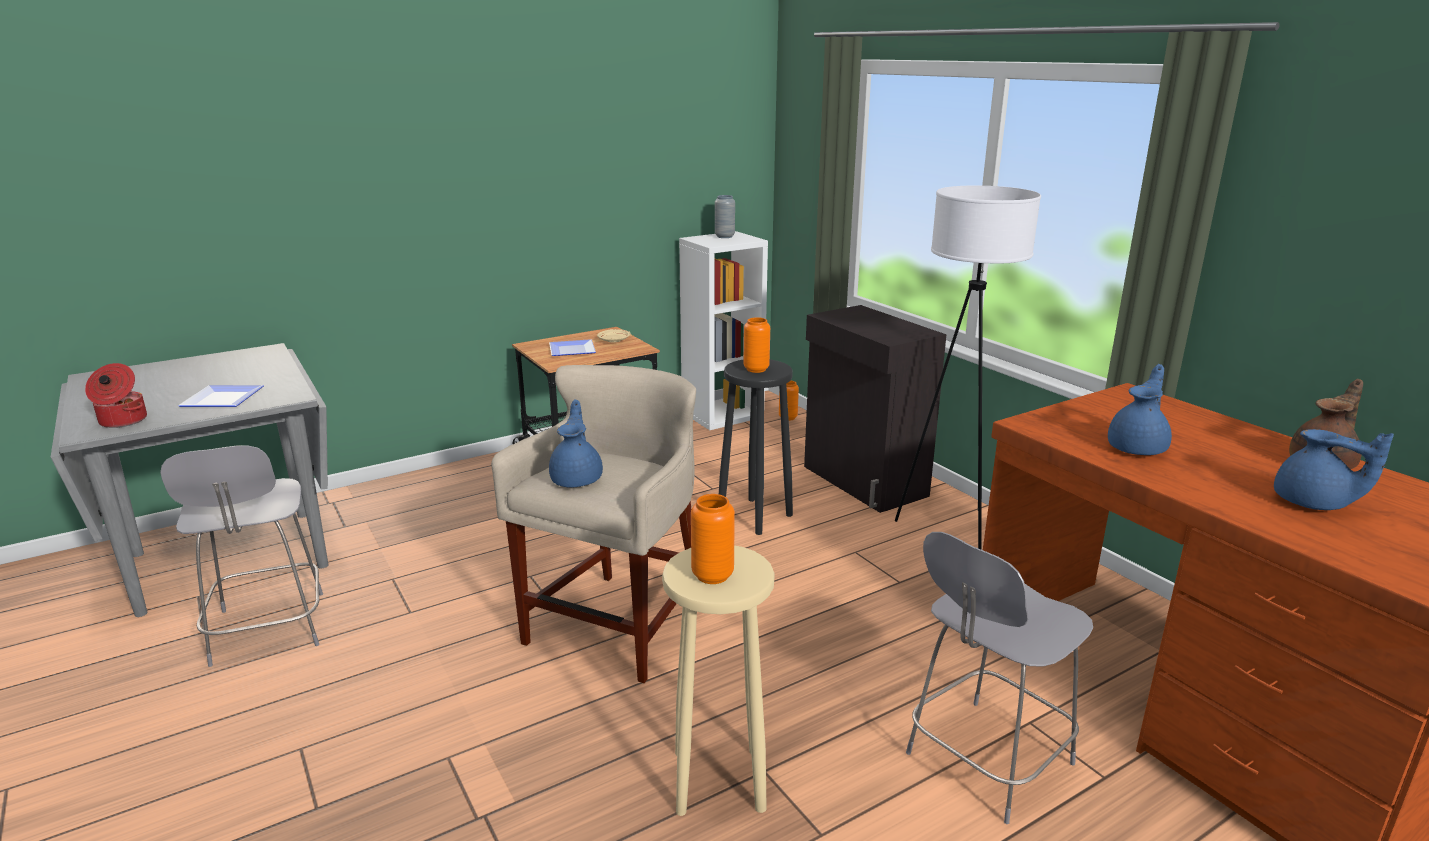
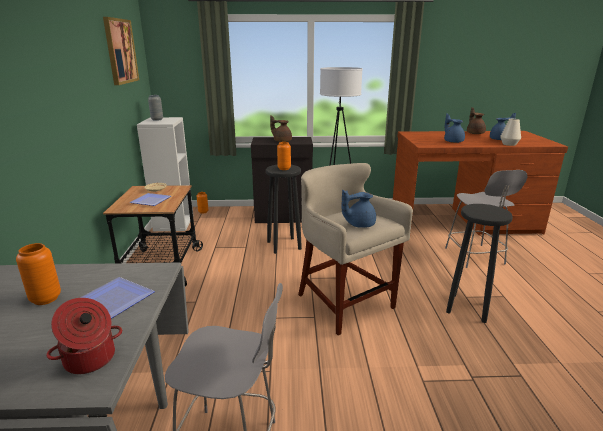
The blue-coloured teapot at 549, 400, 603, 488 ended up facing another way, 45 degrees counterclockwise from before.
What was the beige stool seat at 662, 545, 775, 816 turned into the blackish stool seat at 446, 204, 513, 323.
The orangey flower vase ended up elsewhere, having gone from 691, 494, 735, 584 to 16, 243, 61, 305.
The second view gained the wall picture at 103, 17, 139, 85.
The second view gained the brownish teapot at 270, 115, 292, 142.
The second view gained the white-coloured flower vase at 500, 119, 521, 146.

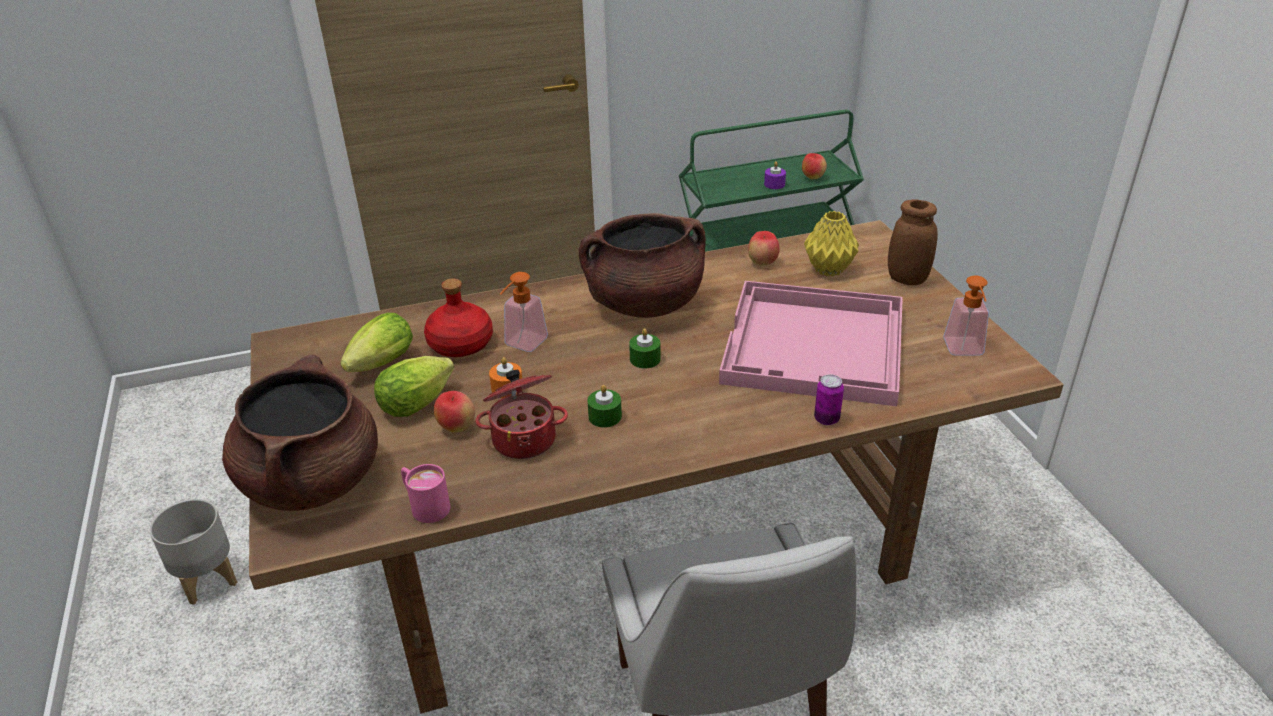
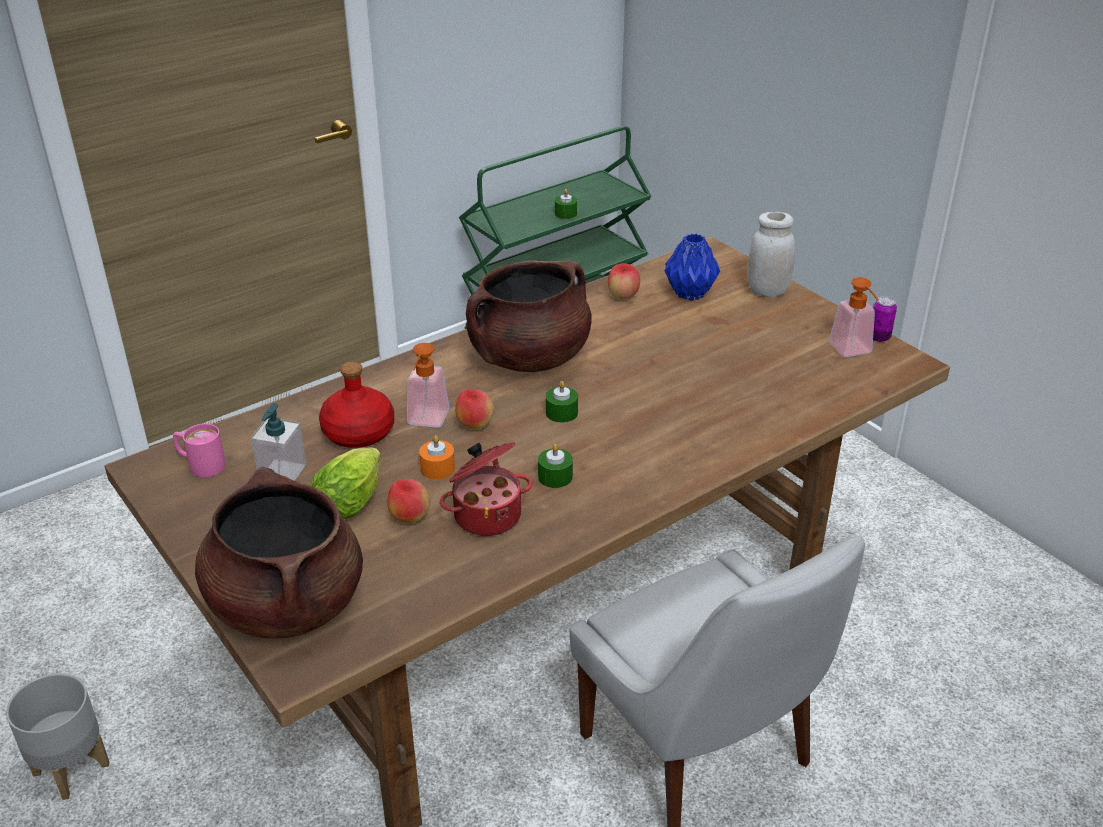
Where the lettuce stood at 340, 313, 413, 372, the liquid soap bottle came to stand at 251, 403, 306, 481.
The pink-coloured coffee mug ended up elsewhere, having gone from 401, 464, 450, 523 to 173, 423, 226, 477.
The second view lost the pink-coloured carrying tray at 719, 281, 903, 406.
What was the purple-coloured wax candle at 764, 161, 786, 189 turned into the greenish wax candle at 555, 189, 577, 219.
The whole apple ended up elsewhere, having gone from 802, 153, 827, 179 to 455, 389, 494, 430.
What was the yellow flower vase at 804, 211, 859, 276 turned into the blue-coloured flower vase at 665, 234, 720, 301.
The metal can ended up elsewhere, having gone from 814, 374, 844, 425 to 873, 296, 897, 342.
What was the brownish storage jar at 888, 199, 938, 285 turned into the white-coloured storage jar at 747, 212, 795, 297.

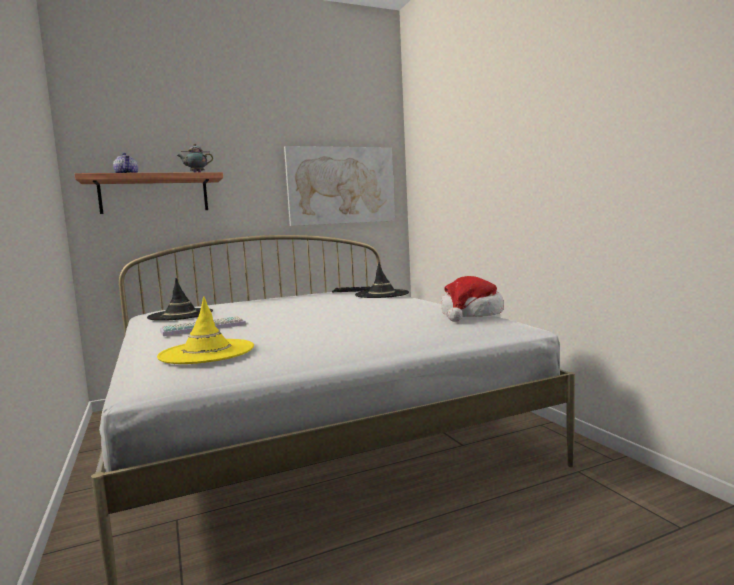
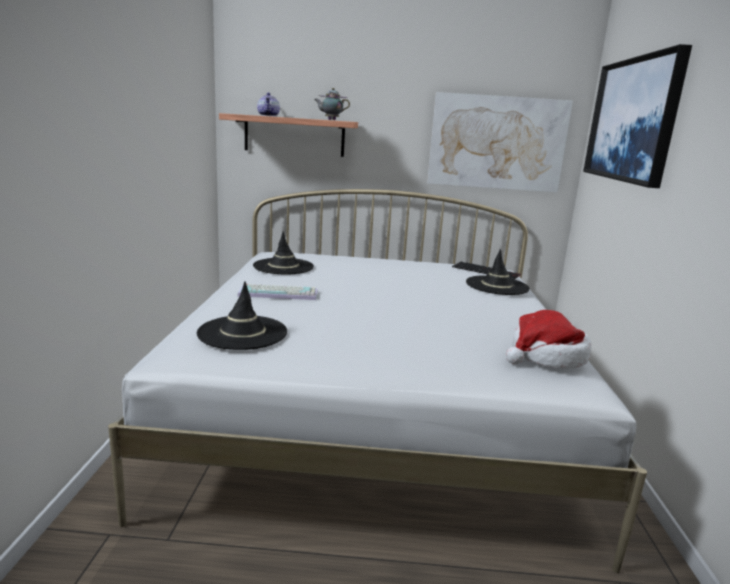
What was the yellow clothing hat at 157, 296, 254, 364 turned into the blackish clothing hat at 197, 281, 287, 350.
The second view gained the wall picture at 583, 44, 692, 188.

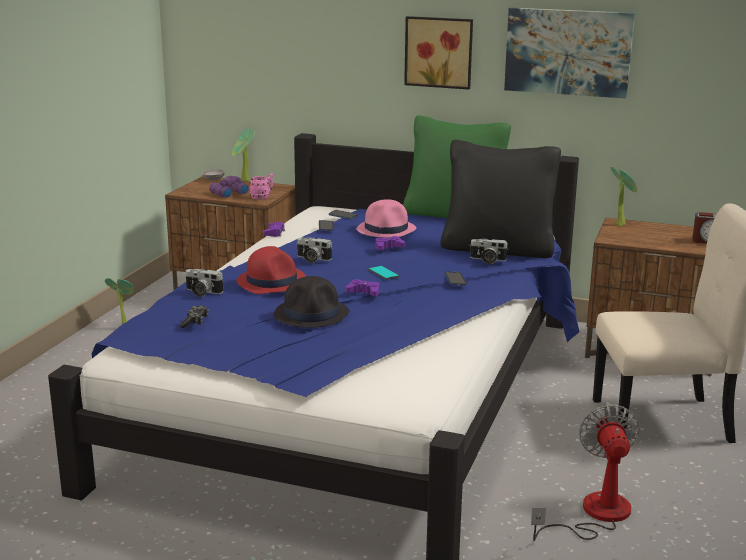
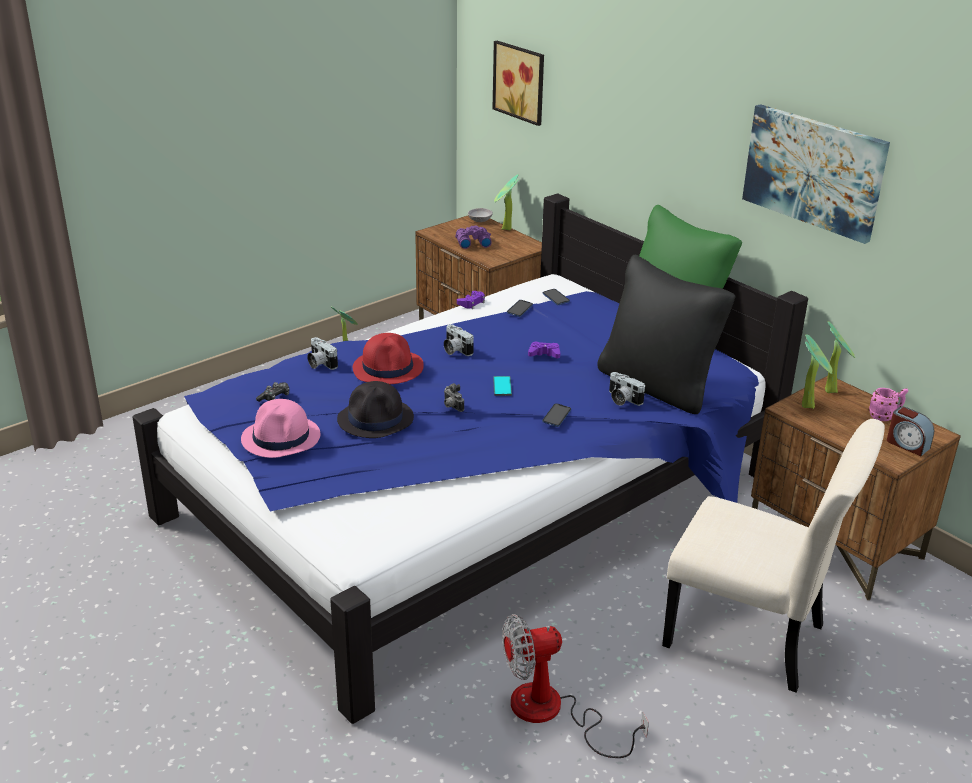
The pink-coloured coffee mug ended up elsewhere, having gone from 249, 173, 273, 200 to 869, 388, 908, 421.
Where the purple-coloured joypad stood at 346, 279, 380, 296, the still camera came to stand at 444, 383, 464, 412.
The pink-coloured clothing hat ended up elsewhere, having gone from 356, 199, 416, 238 to 241, 399, 320, 458.
The wall picture ended up elsewhere, having gone from 404, 16, 473, 90 to 493, 41, 544, 126.
The cooling fan at 531, 404, 639, 541 ended up facing another way, 135 degrees counterclockwise from before.
The second view gained the houseplant at 802, 334, 833, 409.

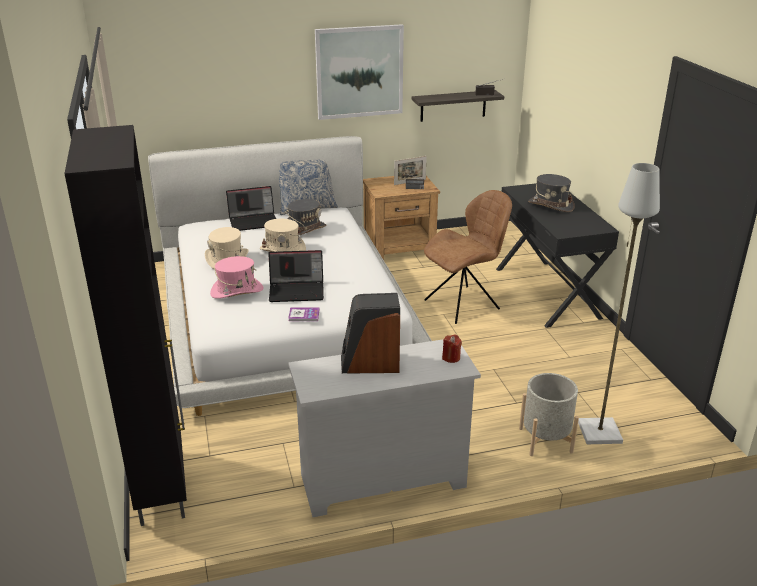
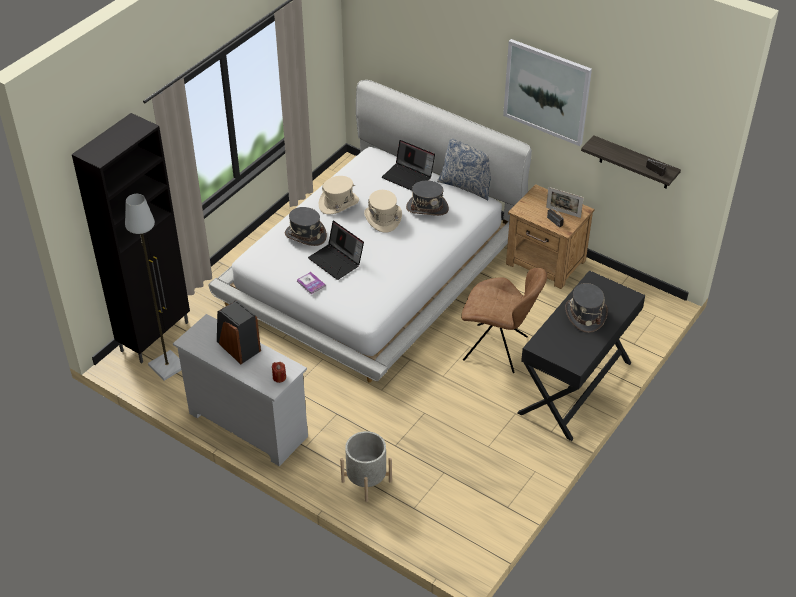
What was the pink-coloured clothing hat at 210, 256, 263, 299 turned into the greyish clothing hat at 285, 207, 327, 246.
The greyish standard lamp ended up elsewhere, having gone from 578, 163, 660, 444 to 125, 194, 181, 381.

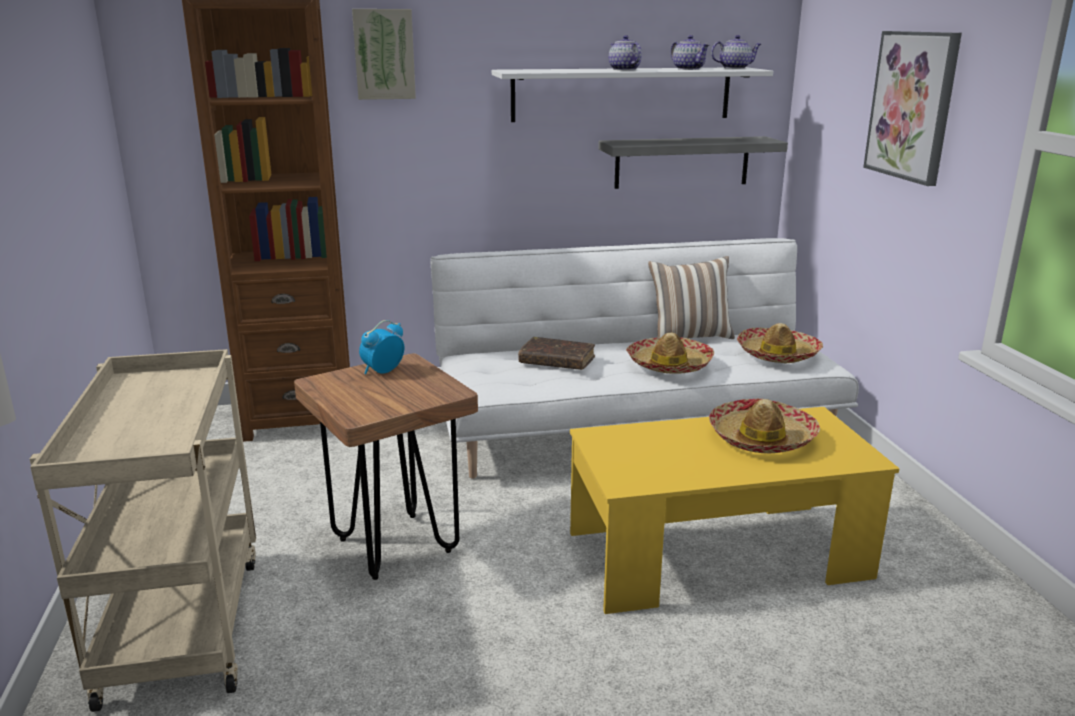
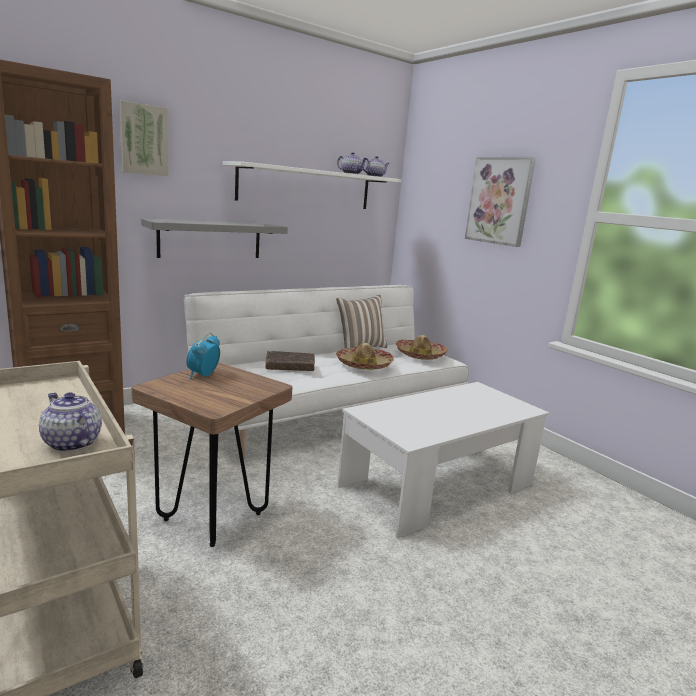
What was the yellow lounge table at 570, 407, 899, 614 turned into the white-coloured lounge table at 337, 382, 549, 538.
The greyish shelf ended up elsewhere, having gone from 598, 136, 788, 189 to 141, 218, 288, 258.
The teapot ended up elsewhere, having gone from 609, 35, 642, 70 to 39, 392, 102, 452.
The second view lost the clothing hat at 709, 398, 820, 453.

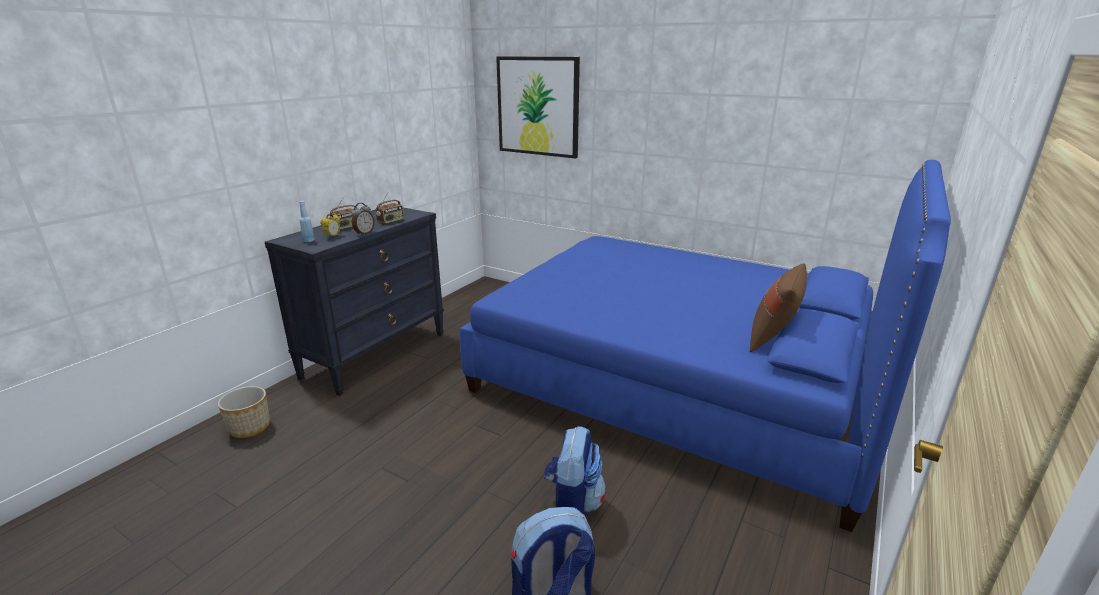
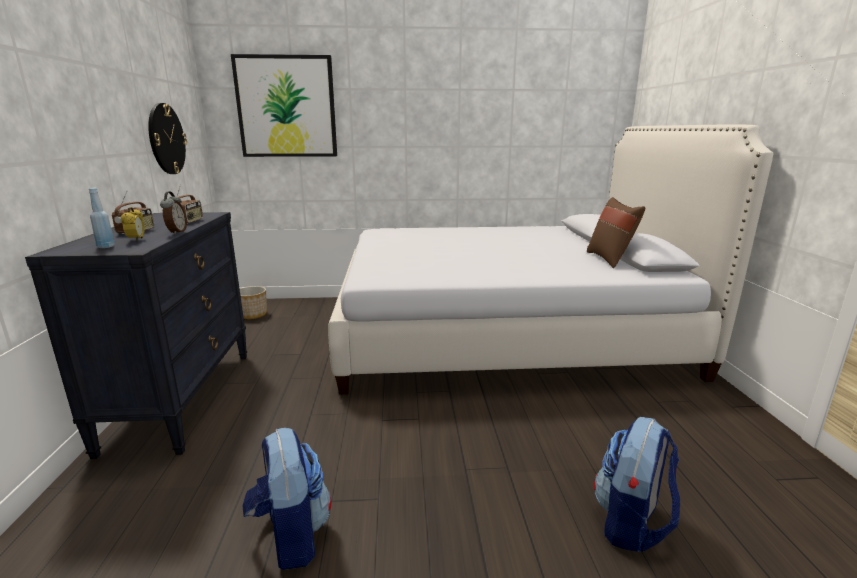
The plant pot ended up elsewhere, having gone from 218, 386, 270, 438 to 240, 286, 267, 319.
What was the blue-coloured sleeping bed at 460, 160, 951, 532 turned into the white-coloured sleeping bed at 328, 125, 773, 394.
The knapsack ended up elsewhere, having gone from 544, 426, 606, 517 to 243, 428, 331, 570.
The second view gained the hanging clock at 148, 103, 187, 174.

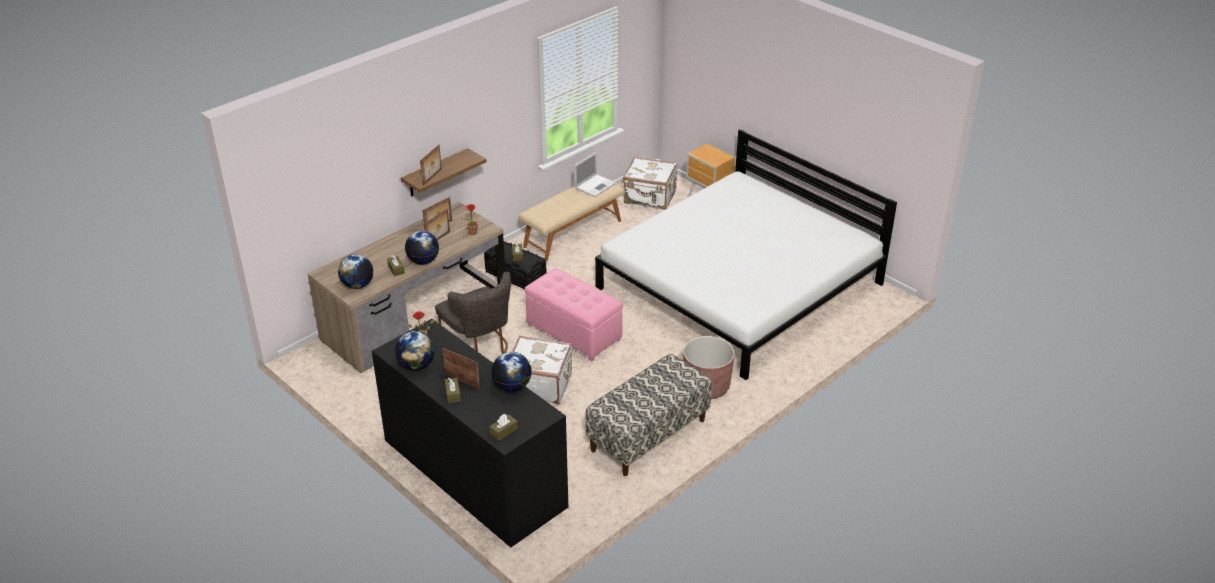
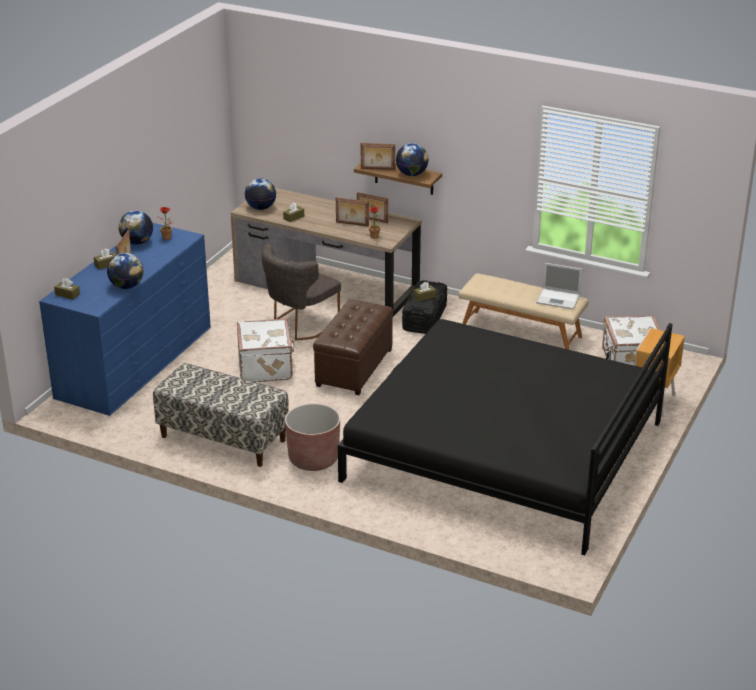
What was the blackish dresser at 372, 319, 568, 548 turned into the blue-coloured dresser at 39, 223, 211, 416.
The globe ended up elsewhere, having gone from 405, 231, 439, 265 to 396, 143, 429, 176.
What was the pink-coloured pouffe at 525, 268, 623, 361 turned into the brownish pouffe at 313, 299, 393, 395.
What was the white-coloured sleeping bed at 595, 129, 897, 380 turned into the blackish sleeping bed at 338, 319, 673, 555.

